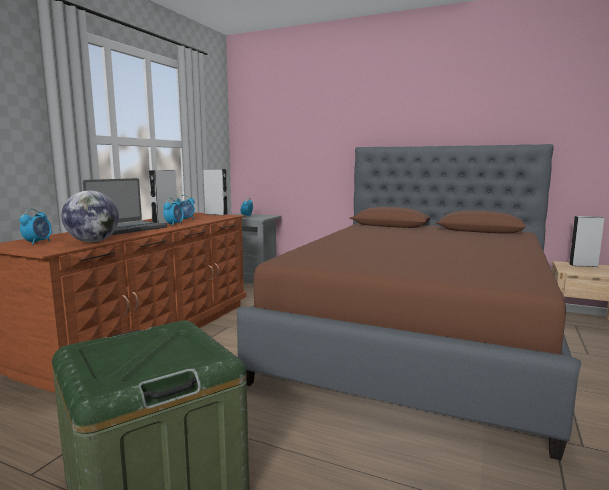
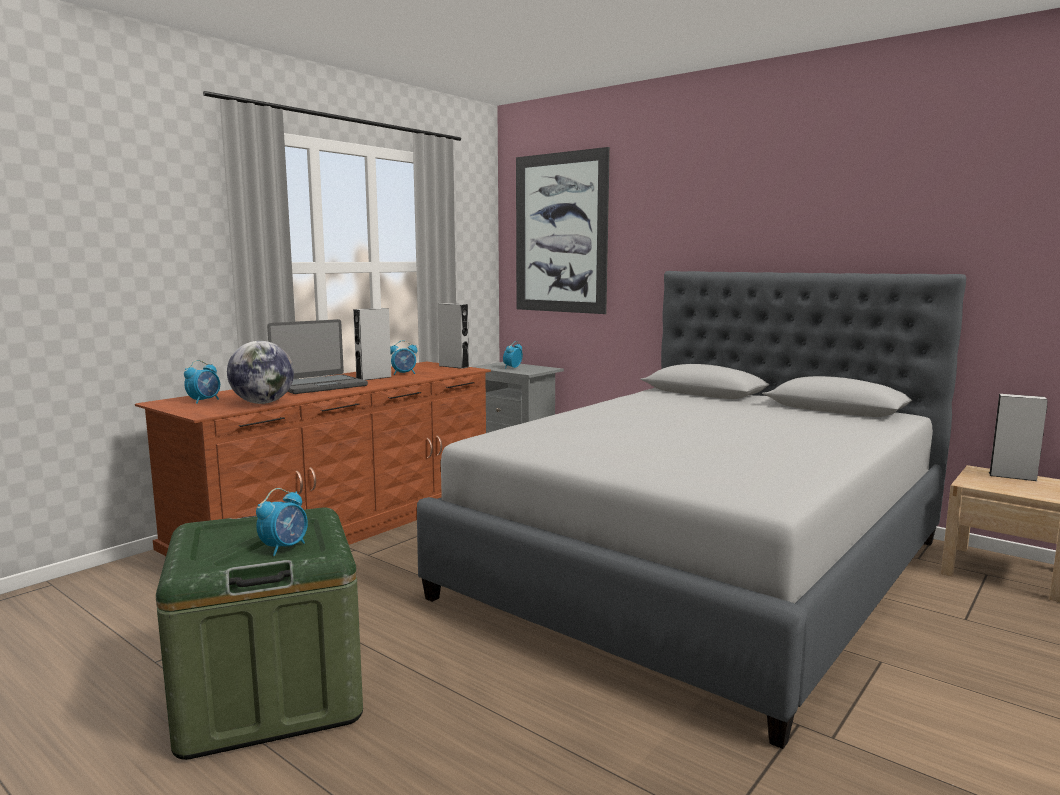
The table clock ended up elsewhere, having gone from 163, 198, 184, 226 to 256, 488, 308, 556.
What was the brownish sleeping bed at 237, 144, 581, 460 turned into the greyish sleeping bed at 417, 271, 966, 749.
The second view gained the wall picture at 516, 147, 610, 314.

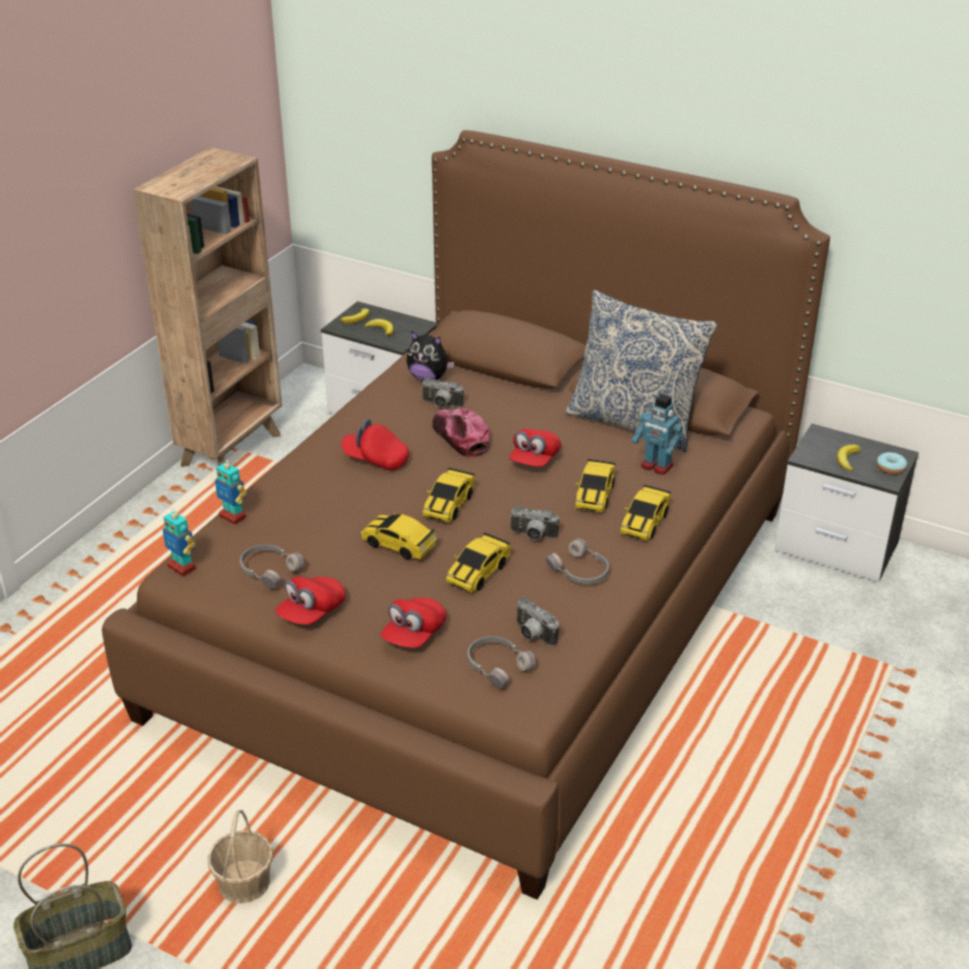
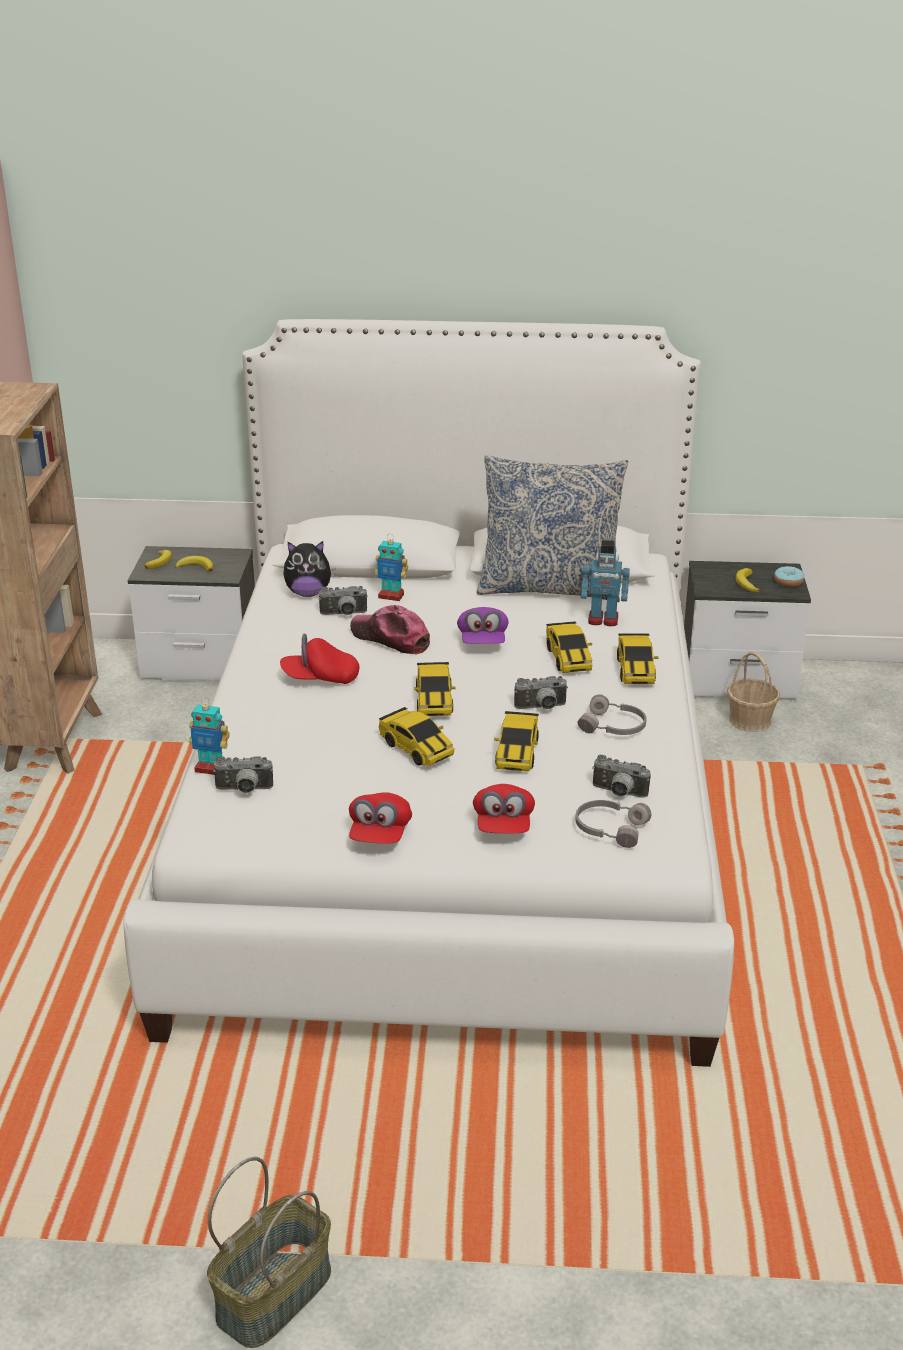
What was the brownish sleeping bed at 102, 130, 830, 900 turned into the white-coloured sleeping bed at 124, 319, 734, 1067.
The toy robot ended up elsewhere, having gone from 163, 508, 196, 576 to 375, 536, 408, 601.
The basket ended up elsewhere, having gone from 208, 810, 273, 904 to 727, 651, 780, 732.
The second view lost the greyish headset at 240, 545, 304, 589.
The model car at 361, 512, 437, 560 ended up facing another way, 135 degrees counterclockwise from before.
What was the reddish baseball cap at 509, 429, 561, 467 turned into the purple-coloured baseball cap at 457, 607, 509, 644.
The second view gained the still camera at 213, 756, 273, 793.

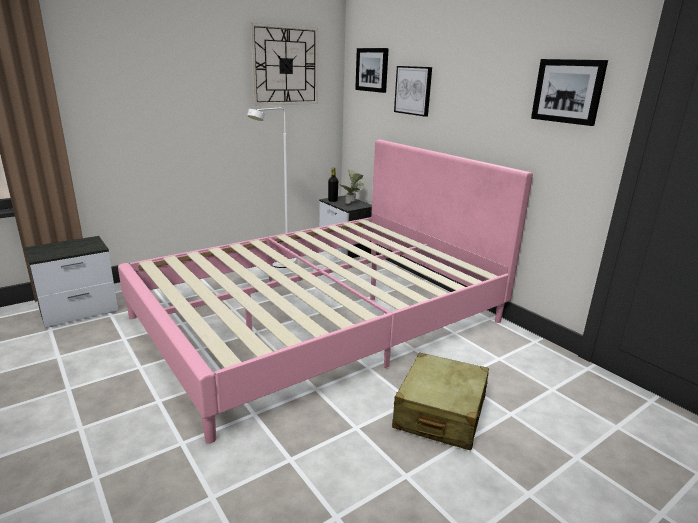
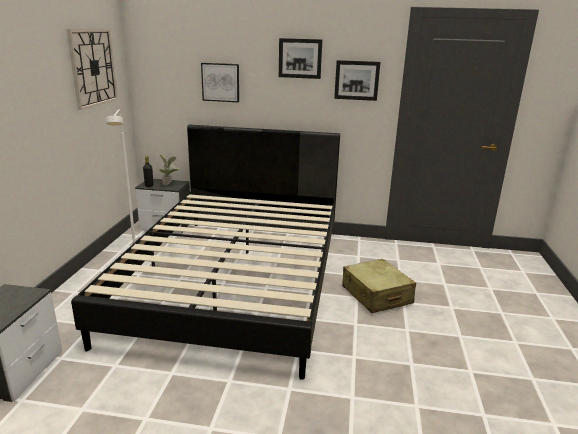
What was the pink-coloured sleeping bed at 118, 140, 533, 444 turned into the blackish sleeping bed at 71, 125, 340, 380.
The wall picture ended up elsewhere, having gone from 355, 48, 389, 93 to 279, 38, 322, 79.

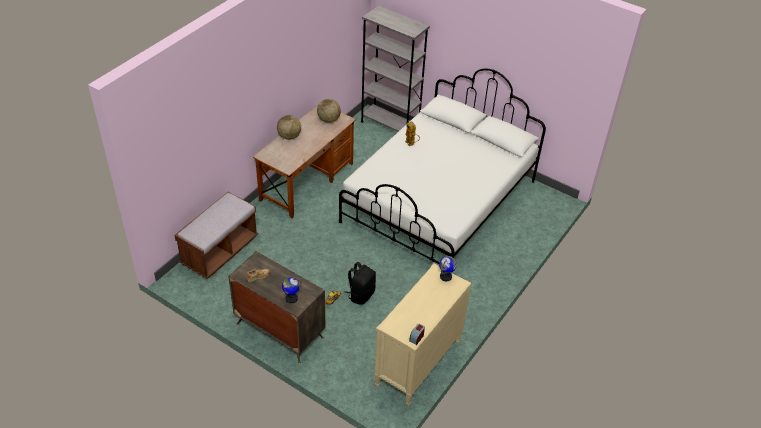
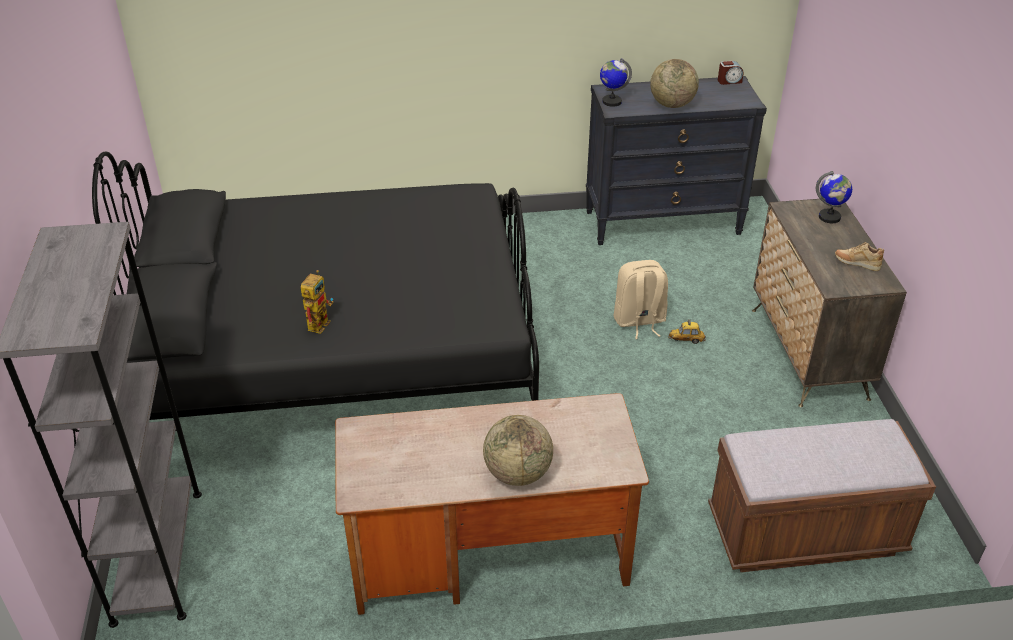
The globe ended up elsewhere, having gone from 317, 99, 341, 123 to 650, 59, 699, 108.
What was the white-coloured sleeping bed at 339, 69, 546, 264 turned into the blackish sleeping bed at 92, 152, 539, 420.
What was the blackish knapsack at 344, 262, 376, 305 turned into the beige knapsack at 613, 260, 668, 339.
What was the beige dresser at 374, 264, 471, 406 turned into the blackish dresser at 586, 76, 767, 245.

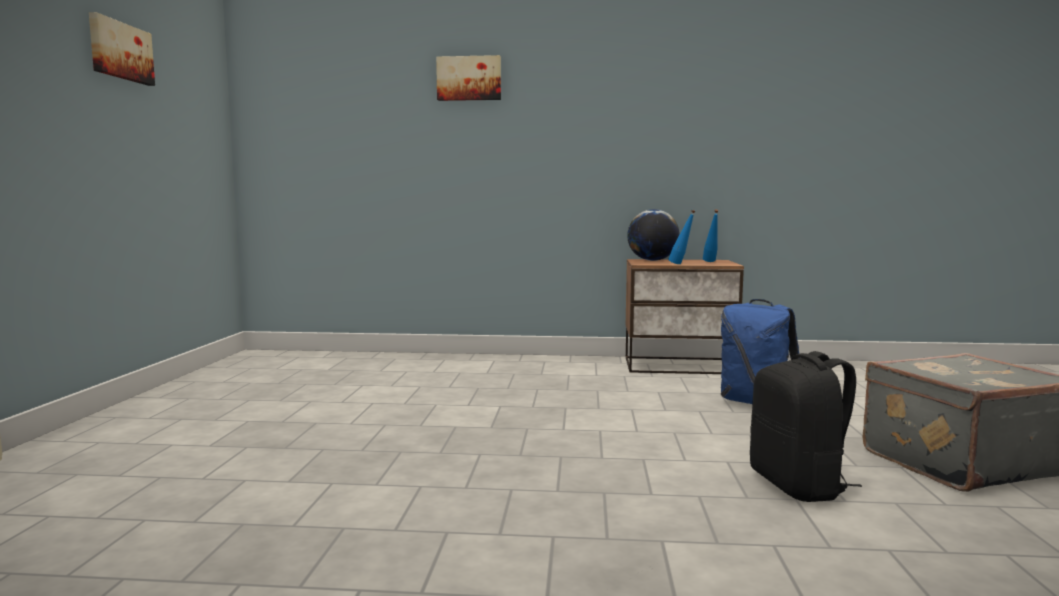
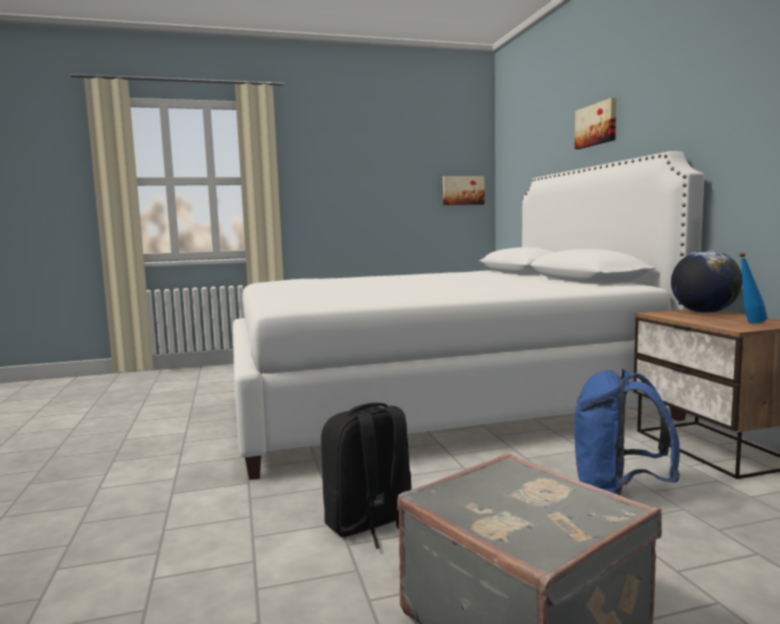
The wall picture ended up elsewhere, having gone from 89, 12, 155, 86 to 443, 176, 484, 205.
The second view lost the blue-coloured bottle at 668, 210, 695, 264.
The second view gained the white-coloured sleeping bed at 233, 151, 704, 480.

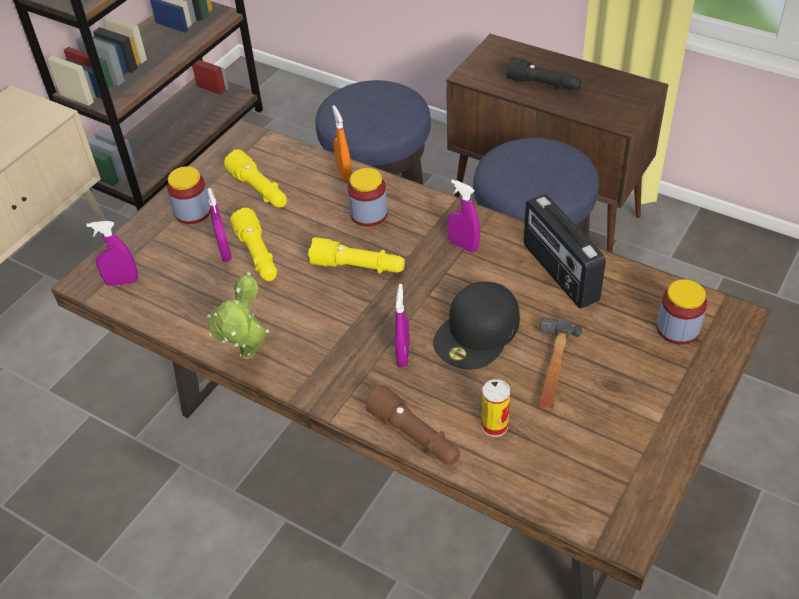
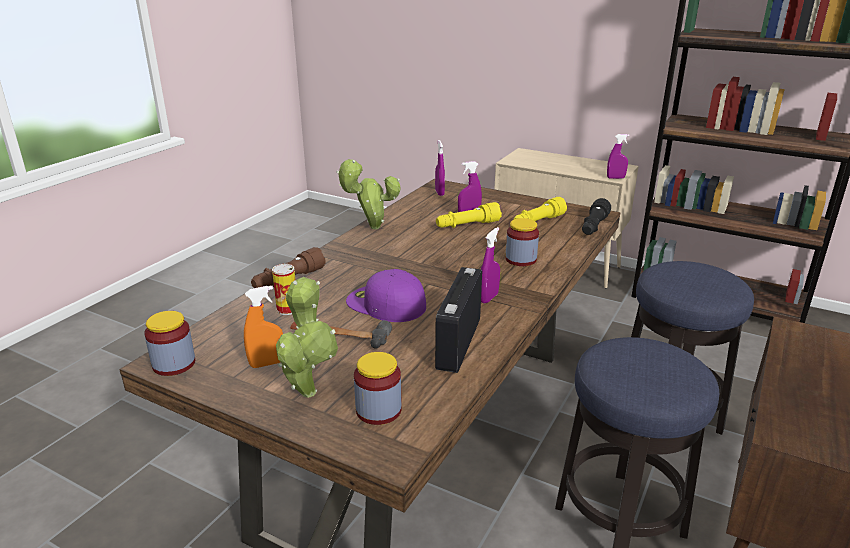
The storage jar ended up elsewhere, having gone from 167, 166, 211, 224 to 144, 311, 195, 376.
The second view lost the yellow flashlight at 308, 237, 405, 273.
The orangey spray bottle ended up elsewhere, having gone from 332, 105, 352, 181 to 244, 286, 283, 368.
The purple-coloured spray bottle ended up elsewhere, having gone from 395, 284, 410, 368 to 607, 134, 630, 179.
What was the blackish baseball cap at 433, 282, 520, 370 turned into the purple-coloured baseball cap at 346, 269, 426, 322.
The blackish flashlight ended up elsewhere, having gone from 505, 57, 582, 91 to 582, 198, 611, 235.
The radio receiver at 524, 194, 606, 309 ended up facing another way, 45 degrees counterclockwise from before.
The second view gained the houseplant at 276, 277, 338, 398.

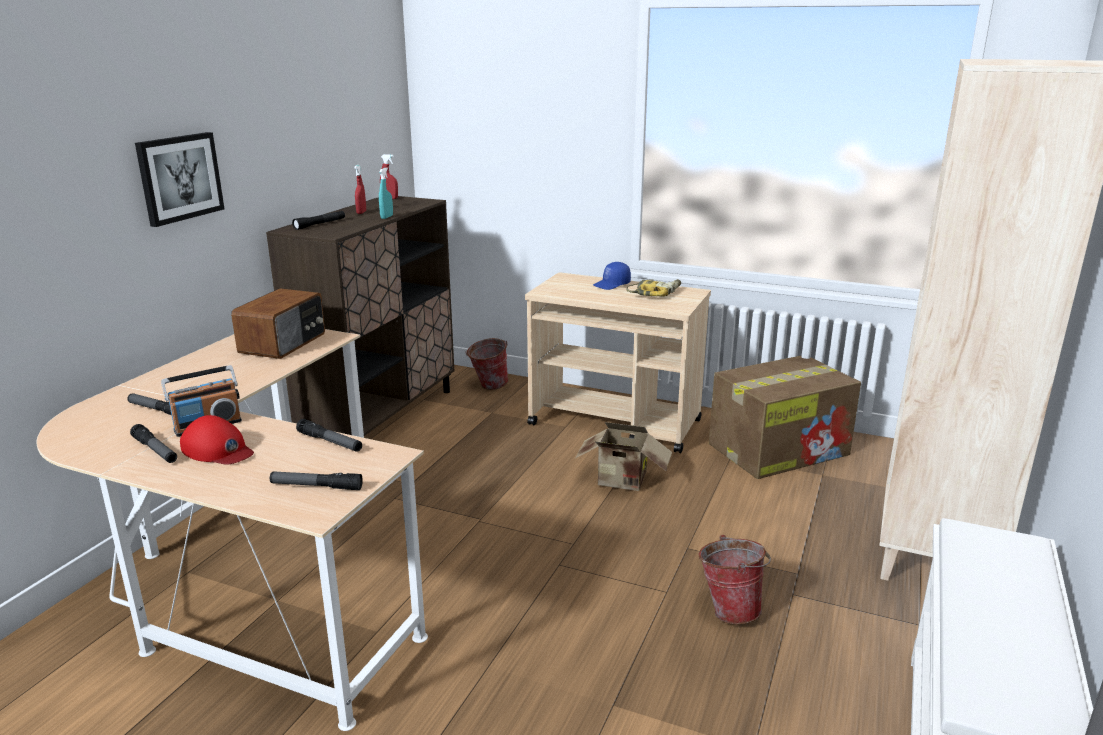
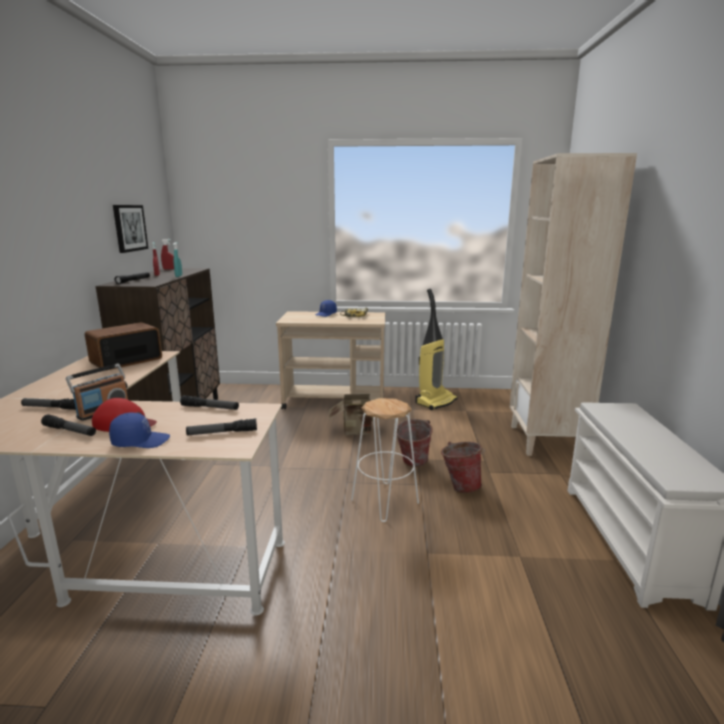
The wall picture ended up elsewhere, having gone from 135, 132, 224, 227 to 113, 205, 148, 253.
The radio receiver at 231, 288, 325, 359 ended up facing another way, 135 degrees counterclockwise from before.
The pail ended up elsewhere, having gone from 465, 338, 509, 390 to 393, 419, 433, 467.
Where the carton stood at 709, 355, 861, 479, the vacuum cleaner came to stand at 415, 289, 458, 410.
The second view gained the blue-coloured baseball cap at 109, 412, 170, 448.
The second view gained the white-coloured stool seat at 351, 398, 419, 522.

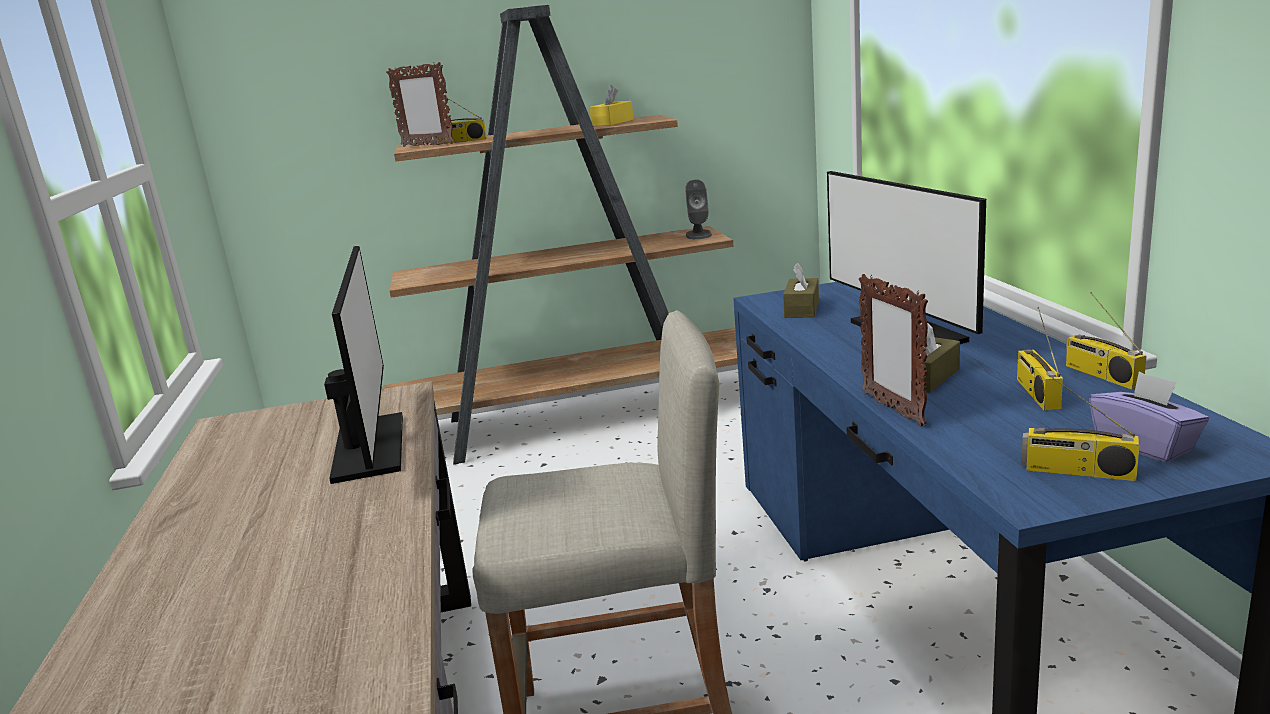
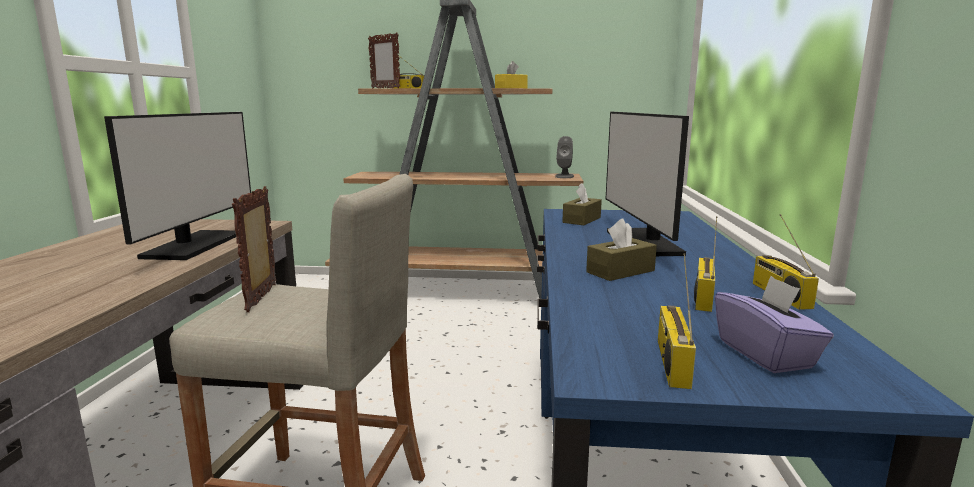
The picture frame ended up elsewhere, having gone from 859, 274, 928, 427 to 232, 186, 276, 312.
The radio receiver at 1021, 374, 1140, 481 ended up facing another way, 60 degrees clockwise from before.

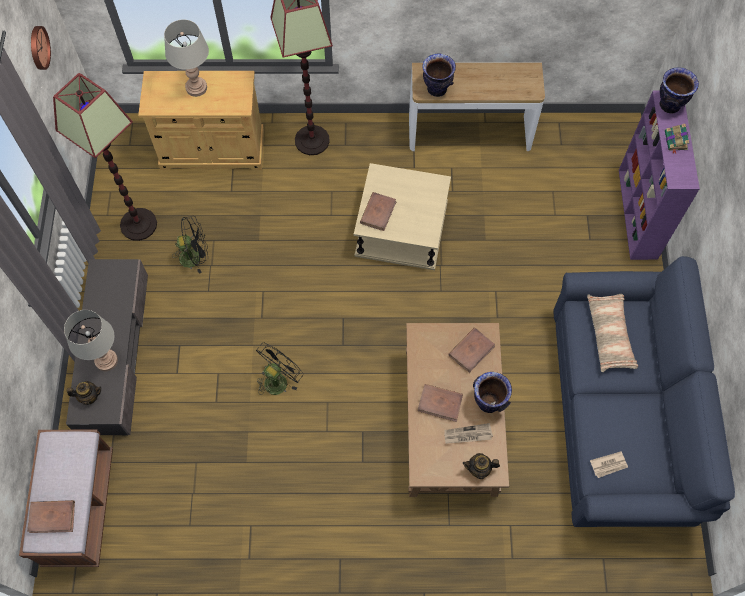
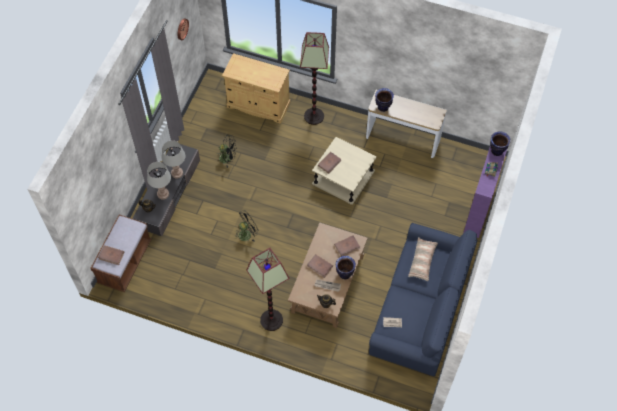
The standard lamp ended up elsewhere, having gone from 53, 73, 157, 241 to 246, 248, 289, 331.
The greyish tabletop lamp ended up elsewhere, having gone from 164, 20, 209, 97 to 162, 140, 185, 178.

